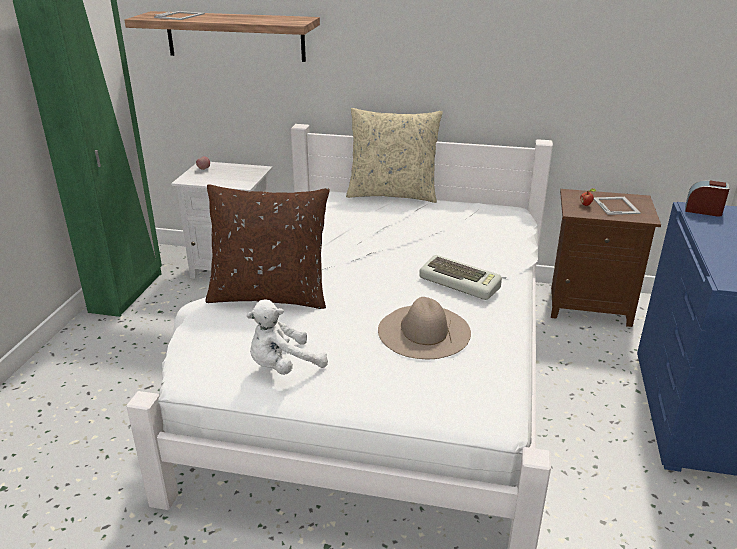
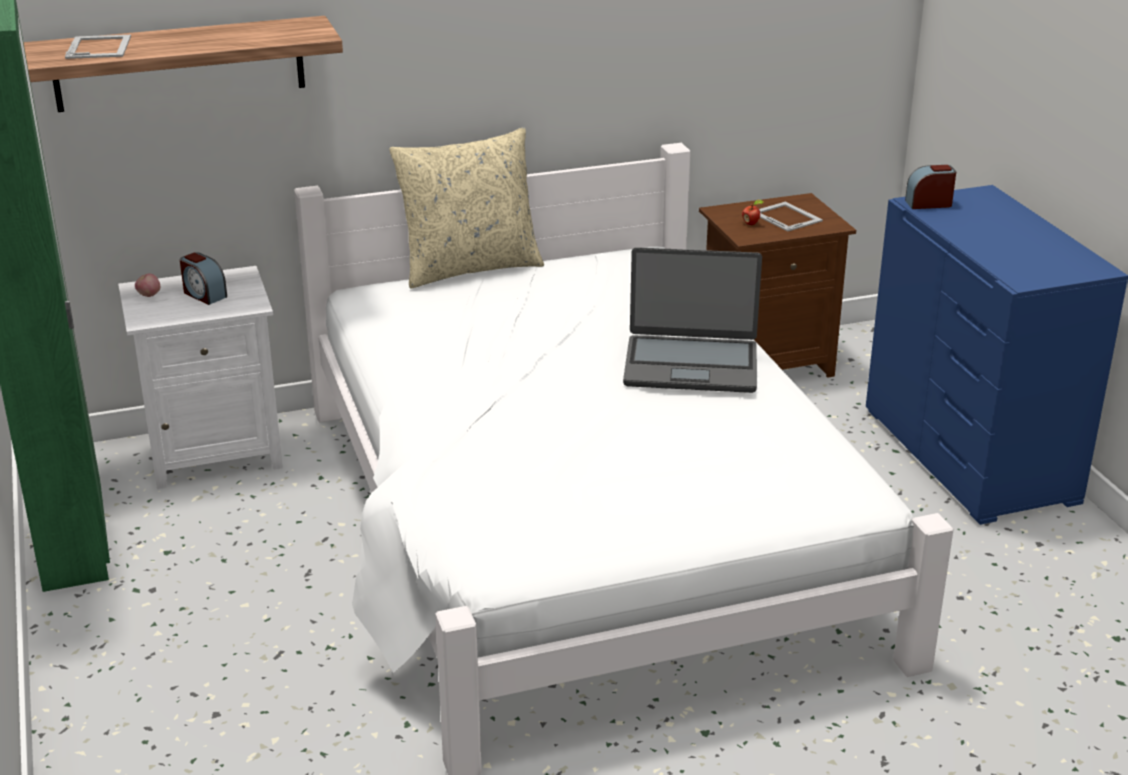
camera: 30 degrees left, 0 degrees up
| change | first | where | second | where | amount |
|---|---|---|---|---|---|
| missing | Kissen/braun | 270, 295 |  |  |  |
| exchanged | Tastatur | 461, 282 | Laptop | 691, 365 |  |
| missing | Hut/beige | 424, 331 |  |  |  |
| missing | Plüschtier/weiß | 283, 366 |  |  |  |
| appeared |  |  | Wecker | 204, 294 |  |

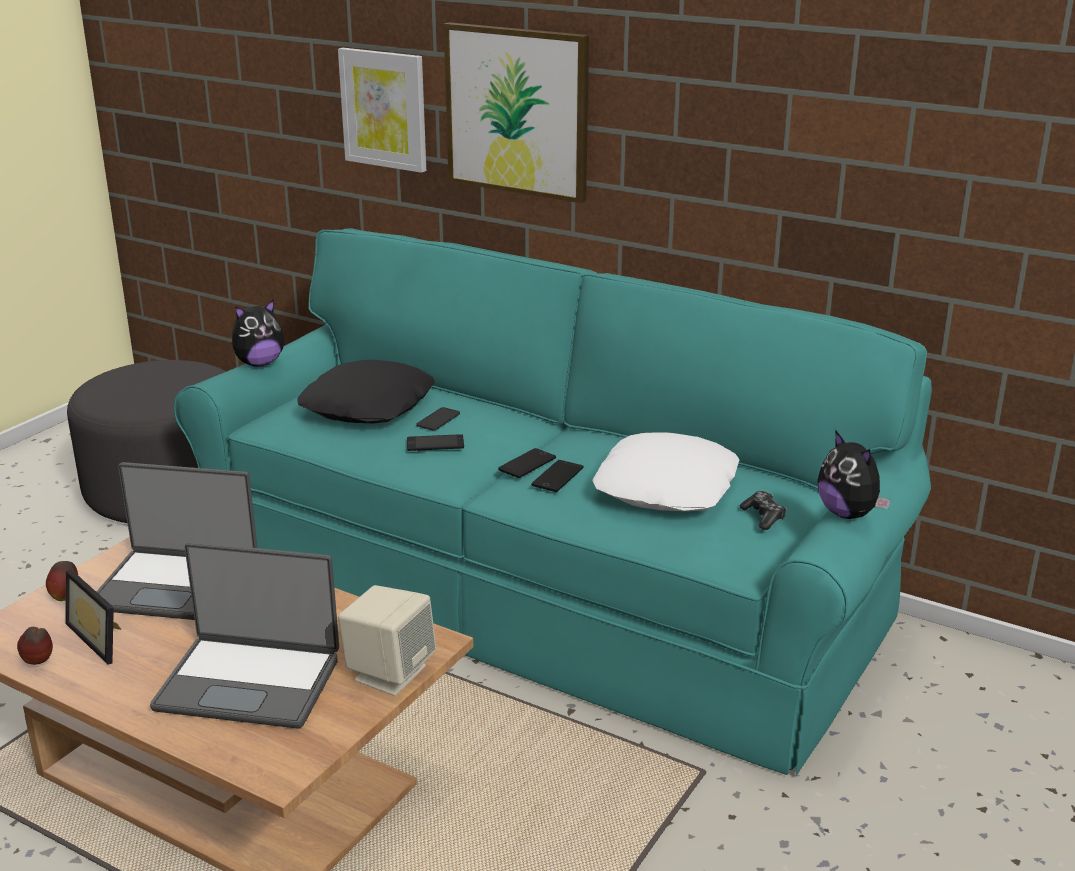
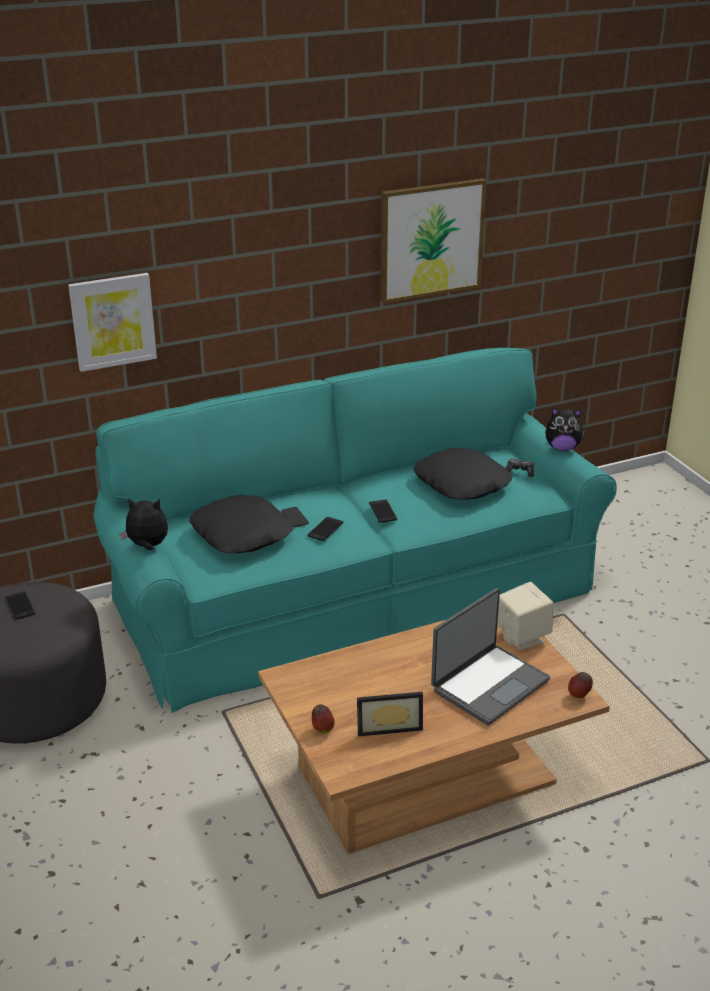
camera: 55 degrees left, 5 degrees up
| change | first | where | second | where | amount |
|---|---|---|---|---|---|
| relocated | Bild | 517, 111 |  | 431, 239 |  |
| spun | Plüschtier | 259, 363 |  | 147, 546 | 90 degrees counterclockwise |
| colour | Kissen/weiß | 667, 487 | Kissen/schwarz | 462, 483 |  |
| relocated | Handy | 557, 476 |  | 20, 606 |  |
| missing | Laptop | 178, 586 |  |  |  |
| relocated | Apfel | 39, 663 |  | 579, 696 |  |

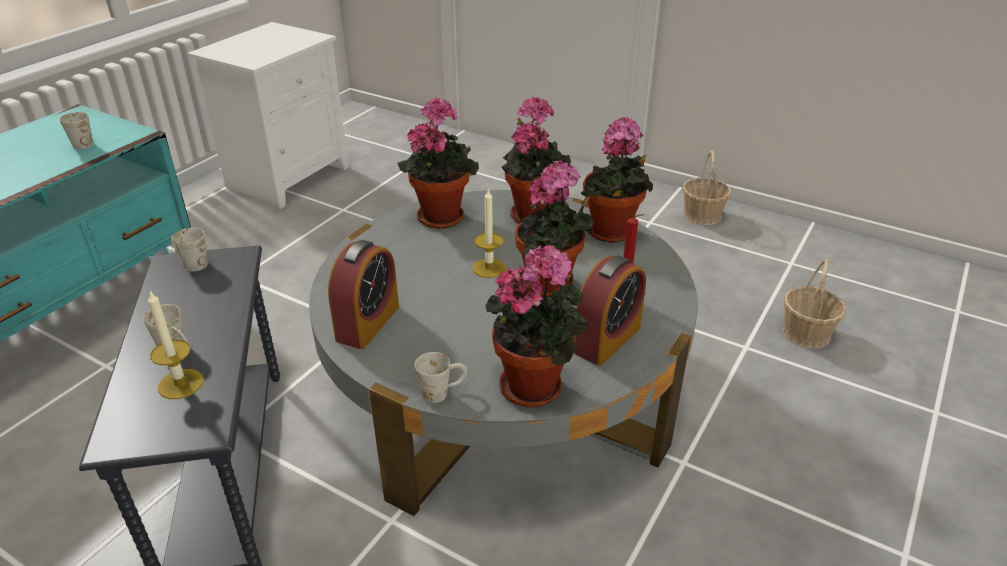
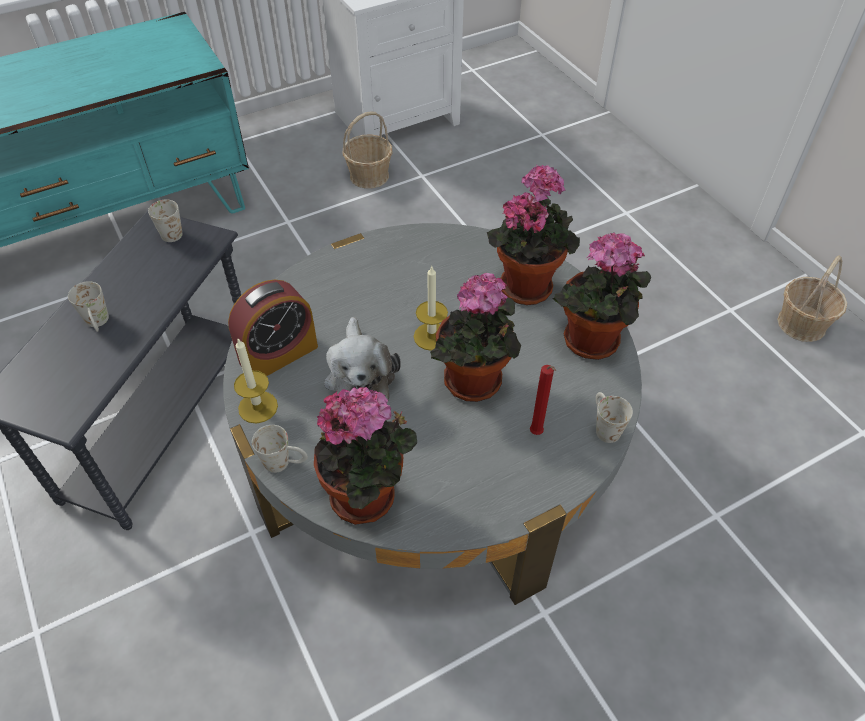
camera: 30 degrees right, 15 degrees up
| change | first | where | second | where | amount |
|---|---|---|---|---|---|
| missing | Topfpflanze | 441, 215 |  |  |  |
| relocated | Henkelbecher/weiß | 80, 143 |  | 603, 426 |  |
| missing | Wecker | 607, 339 |  |  |  |
| relocated | Korb | 806, 333 |  | 369, 176 |  |
| relocated | Kerze | 181, 384 |  | 258, 407 |  |
| appeared |  |  | Plüschtier | 360, 375 |  |

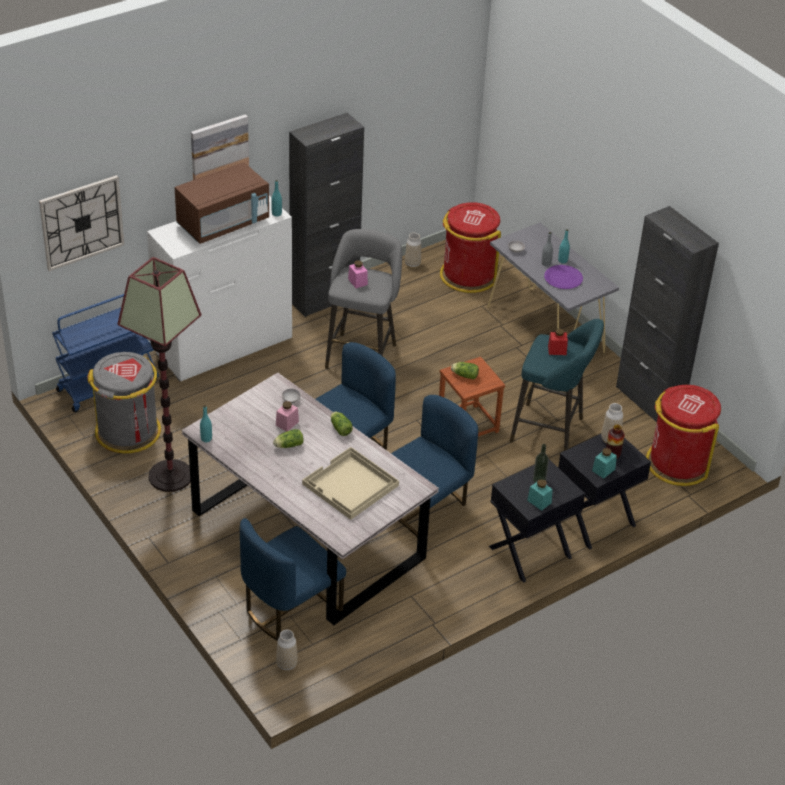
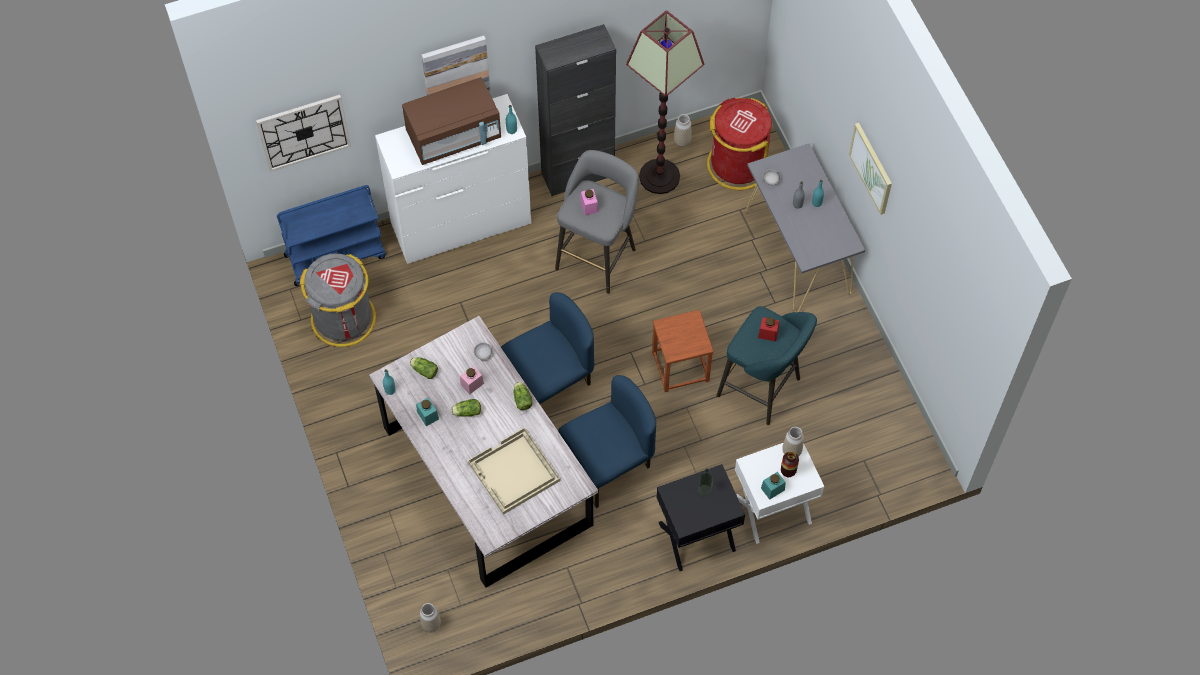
camera: 15 degrees right, 20 degrees up
| change | first | where | second | where | amount |
|---|---|---|---|---|---|
| missing | Schrank/schwarz | 649, 401 |  |  |  |
| relocated | Stehlampe | 170, 476 |  | 659, 176 |  |
| missing | Teller/lila | 563, 278 |  |  |  |
| relocated | Salatkopf | 464, 375 |  | 423, 370 |  |
| missing | Mülleimer/rot | 677, 463 |  |  |  |
| colour | Nachttisch/schwarz | 595, 521 | Nachttisch/weiß | 773, 510 |  |
| relocated | Vorratsglas/türkis | 539, 501 |  | 428, 415 |  |
| missing | Stuhl/blau | 290, 608 |  |  |  |
| appeared |  |  | Bild | 871, 168 |  |

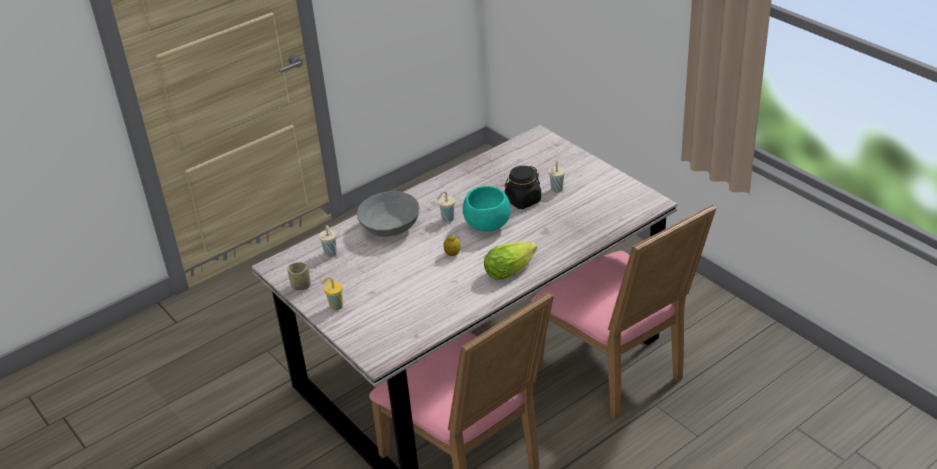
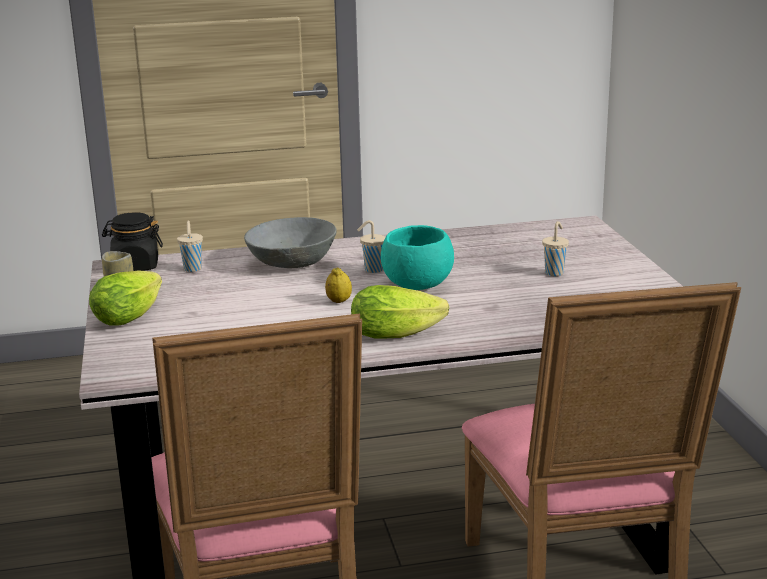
camera: 25 degrees right, 15 degrees down
| change | first | where | second | where | amount |
|---|---|---|---|---|---|
| relocated | Vorratsglas/schwarz | 523, 200 |  | 135, 266 |  |
| exchanged | Tasse/gelb | 335, 306 | Salatkopf | 132, 314 |  |

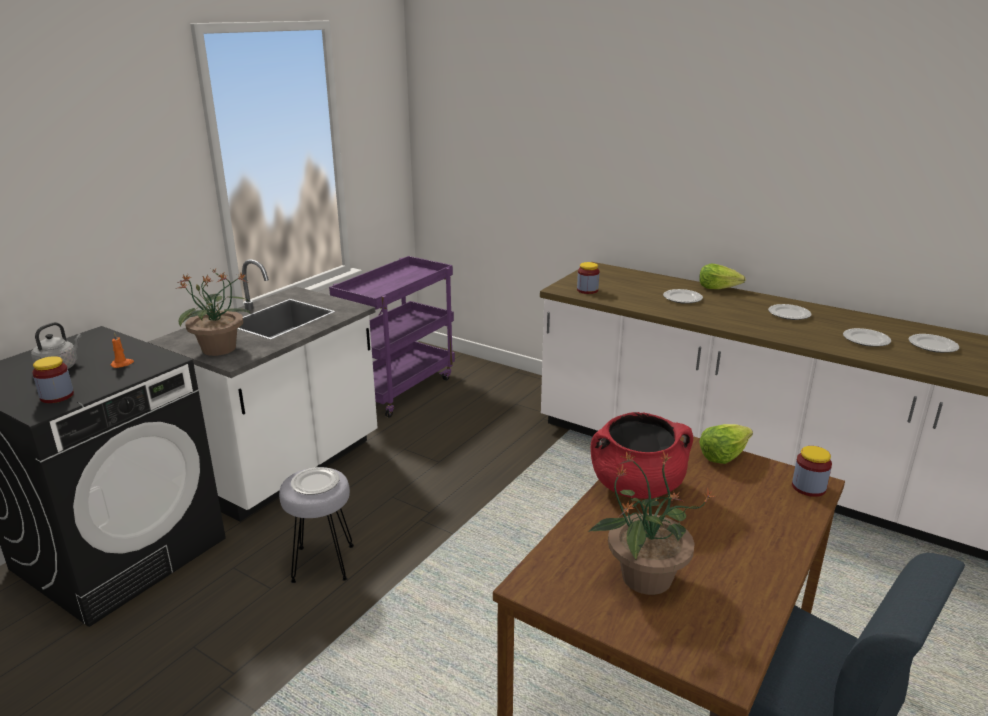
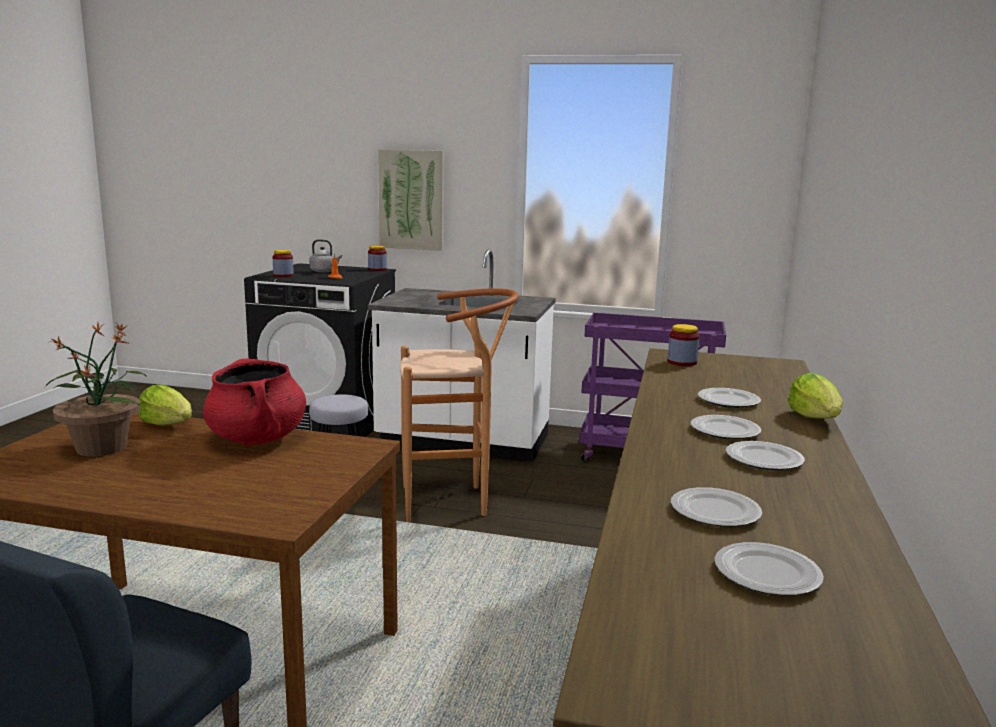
camera: 70 degrees right, 10 degrees down
| change | first | where | second | where | amount |
|---|---|---|---|---|---|
| missing | Topfpflanze | 220, 349 |  |  |  |
| relocated | Salatkopf | 722, 455 |  | 169, 424 |  |
| relocated | Vorratsglas | 808, 487 |  | 377, 269 |  |
| relocated | Teller | 315, 483 |  | 725, 431 |  |
| appeared |  |  | Bild | 412, 199 |  |
| appeared |  |  | Hocker/braun | 453, 501 |  |

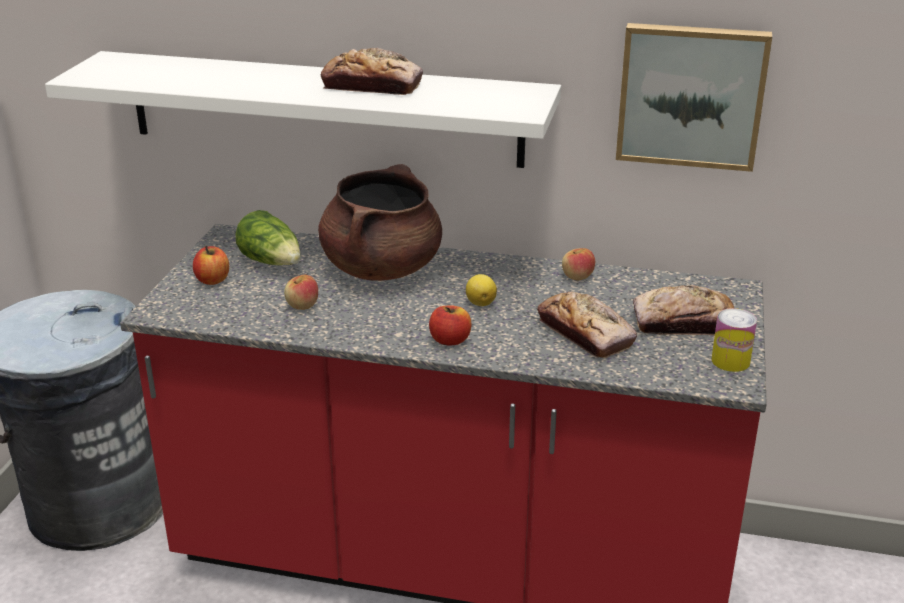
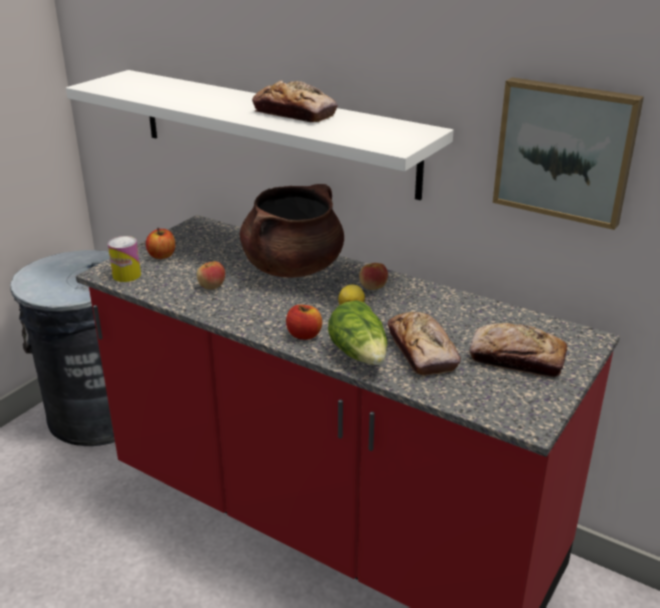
camera: 20 degrees right, 0 degrees up
| change | first | where | second | where | amount |
|---|---|---|---|---|---|
| relocated | Salatkopf | 272, 262 |  | 360, 355 |  |
| relocated | Apfel | 577, 276 |  | 372, 287 |  |
| relocated | Dose | 730, 361 |  | 126, 275 |  |

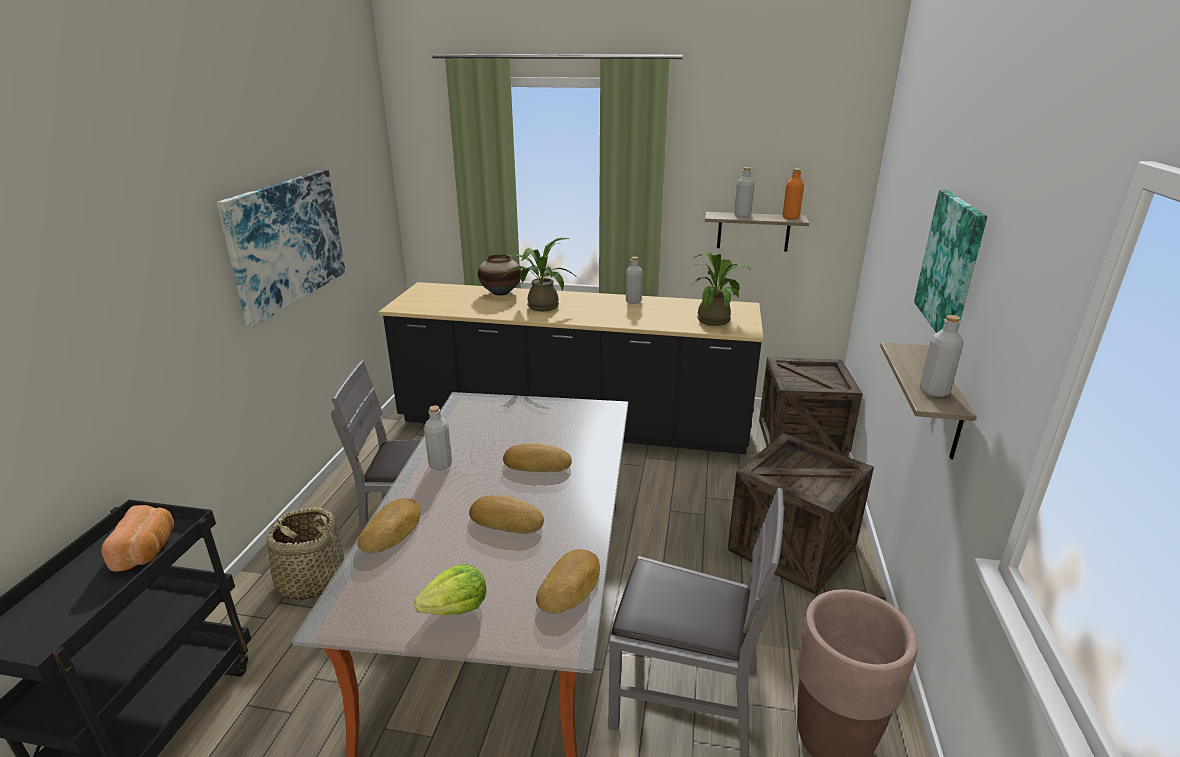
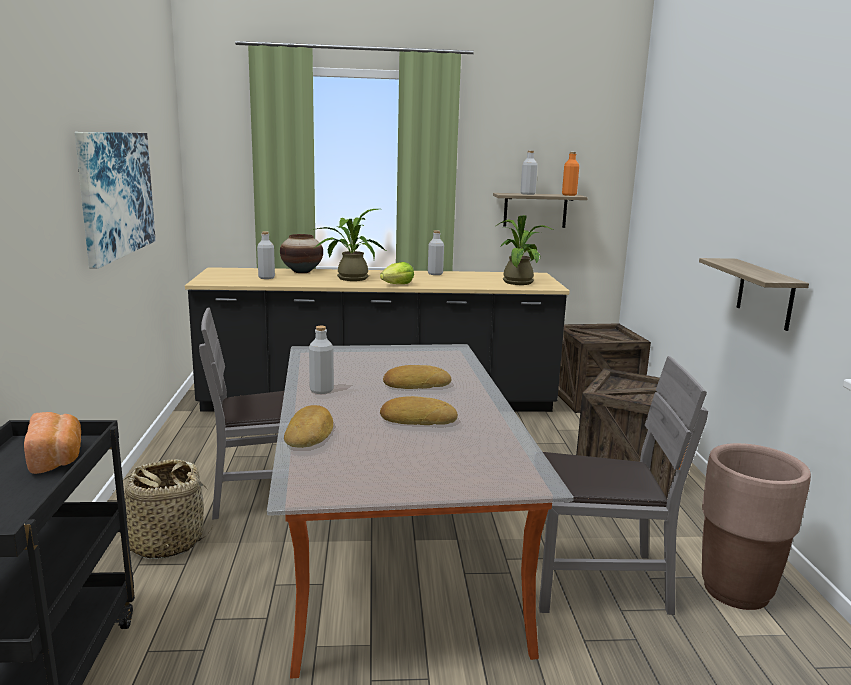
camera: 15 degrees left, 10 degrees down
| change | first | where | second | where | amount |
|---|---|---|---|---|---|
| missing | Bild | 951, 264 |  |  |  |
| relocated | Flasche/grau | 934, 391 |  | 266, 277 |  |
| missing | Brot | 570, 586 |  |  |  |
| relocated | Salatkopf | 456, 608 |  | 397, 285 |  |

